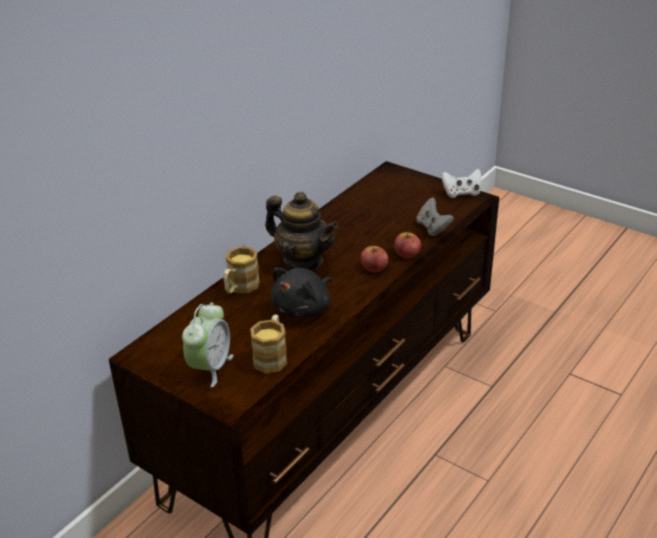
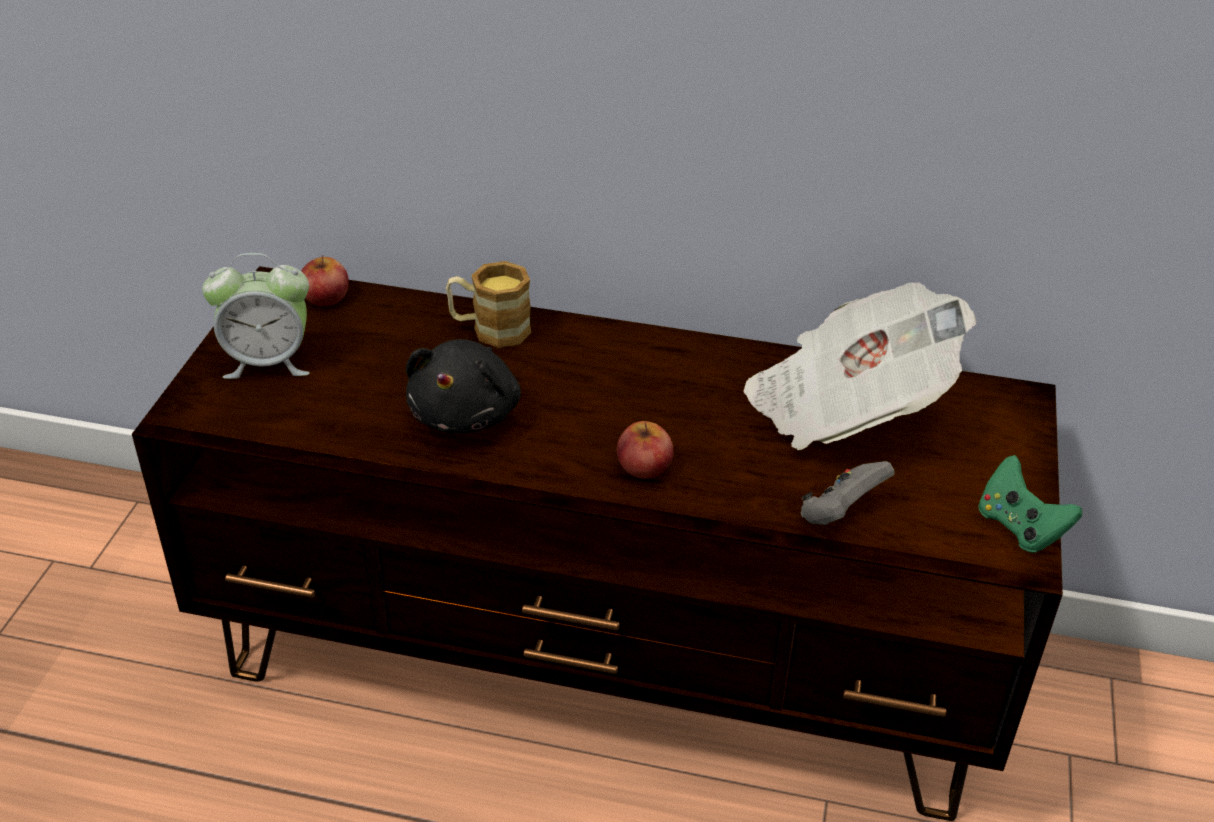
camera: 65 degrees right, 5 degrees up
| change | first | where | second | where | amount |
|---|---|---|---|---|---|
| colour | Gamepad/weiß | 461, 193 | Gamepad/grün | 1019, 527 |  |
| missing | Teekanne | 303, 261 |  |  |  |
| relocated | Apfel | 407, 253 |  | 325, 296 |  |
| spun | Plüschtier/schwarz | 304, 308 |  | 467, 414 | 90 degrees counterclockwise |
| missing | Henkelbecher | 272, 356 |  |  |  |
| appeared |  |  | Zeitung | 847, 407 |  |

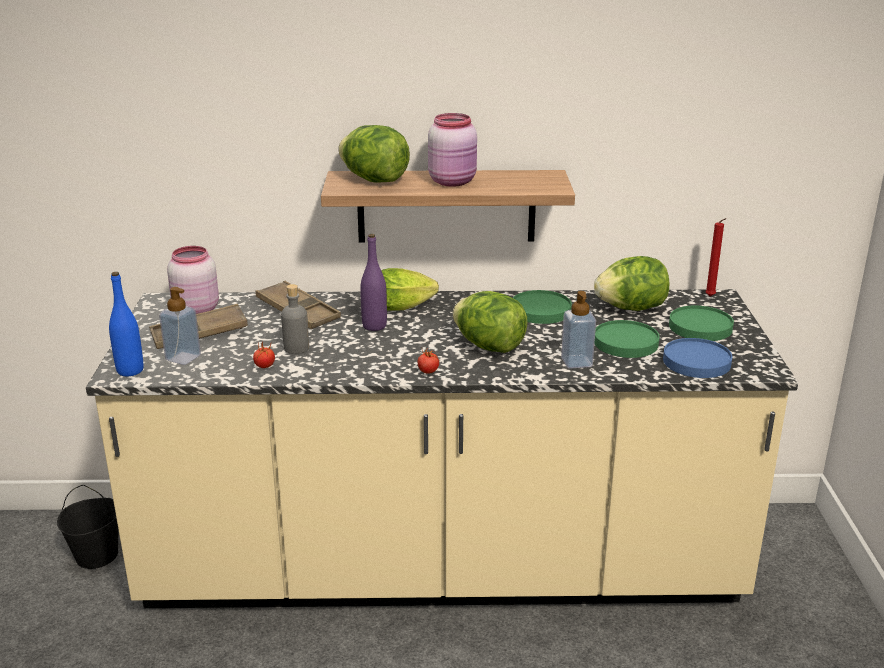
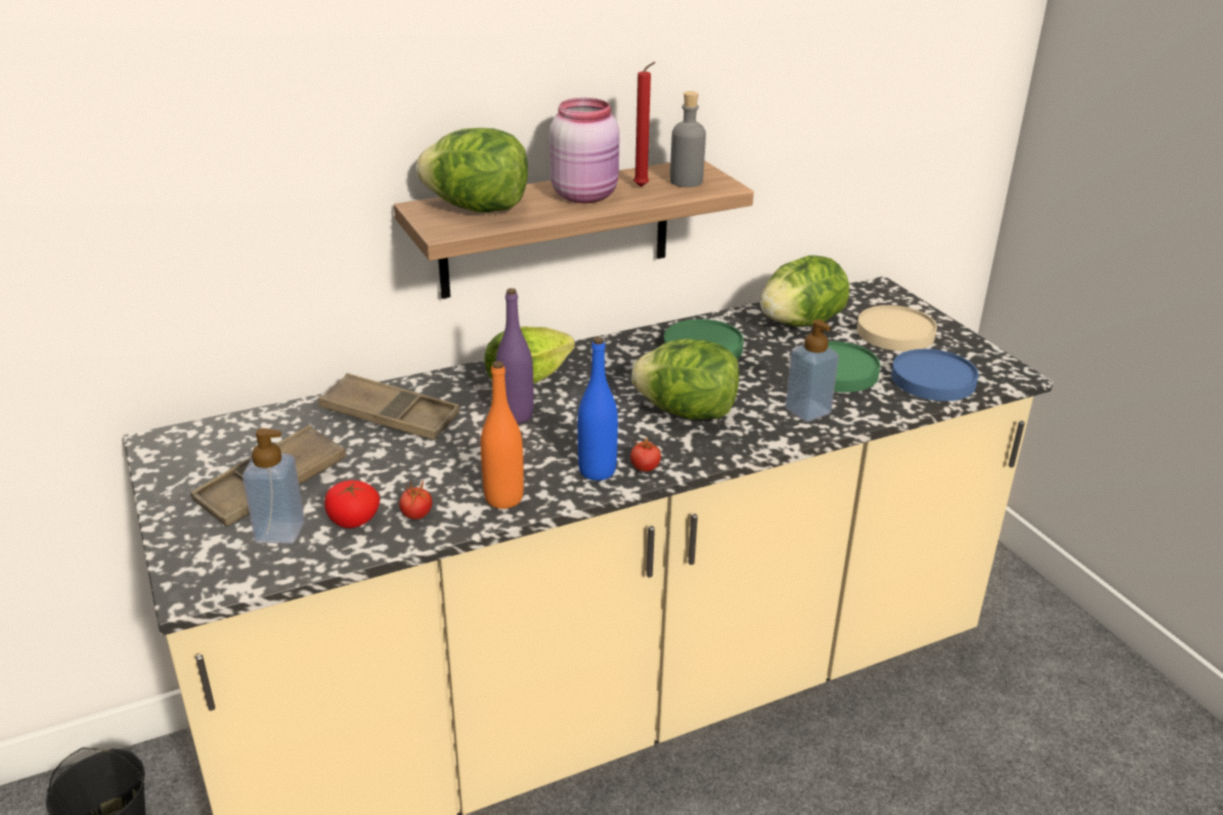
camera: 25 degrees left, 5 degrees up
| change | first | where | second | where | amount |
|---|---|---|---|---|---|
| relocated | Kerze/rot | 711, 297 |  | 642, 187 |  |
| missing | Vorratsglas/rosa | 195, 309 |  |  |  |
| relocated | Flasche/blau | 130, 371 |  | 597, 471 |  |
| relocated | Flasche/grau | 296, 348 |  | 686, 181 |  |
| colour | Teller/grün | 699, 327 | Teller/beige | 894, 333 |  |
| appeared |  |  | Flasche/orange | 504, 498 |  |
| appeared |  |  | Tomate | 353, 521 |  |

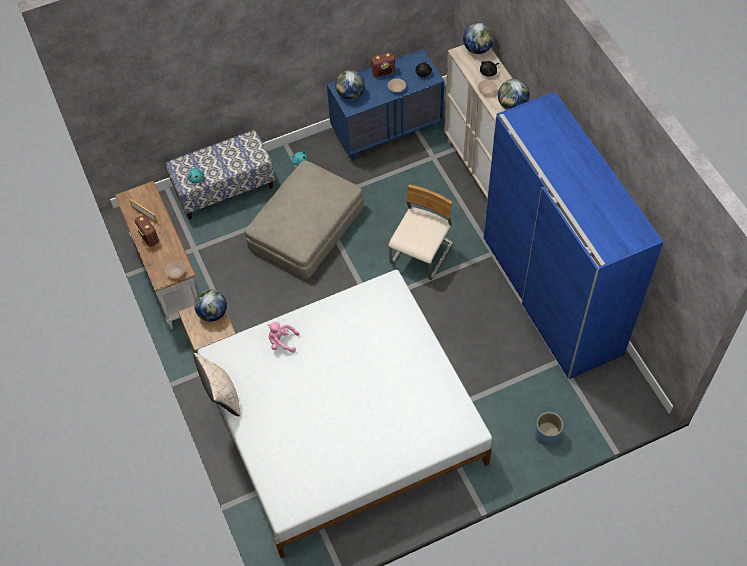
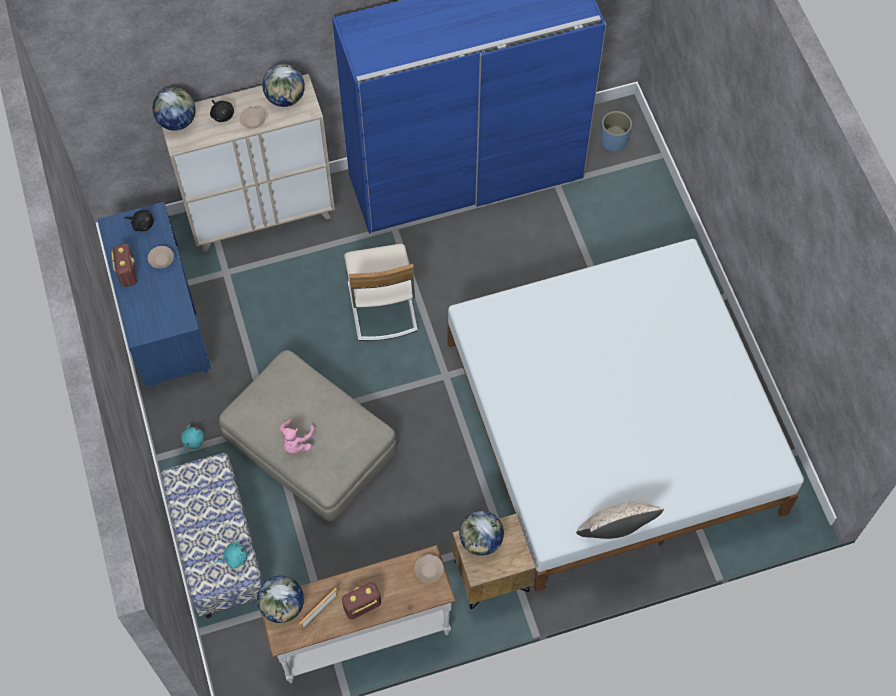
camera: 85 degrees left, 5 degrees up
| change | first | where | second | where | amount |
|---|---|---|---|---|---|
| relocated | Globus | 350, 95 |  | 283, 606 |  |
| spun | Stuhl/beige | 422, 254 |  | 381, 306 | 135 degrees counterclockwise |
| relocated | Plüschtier/rosa | 282, 342 |  | 296, 443 |  |
| relocated | Pflanzkübel/blau | 546, 435 |  | 614, 141 |  |

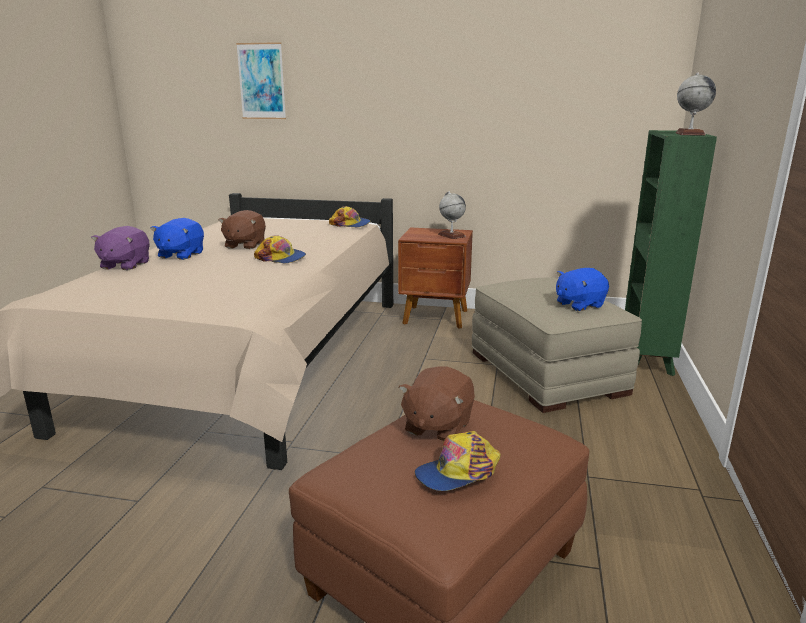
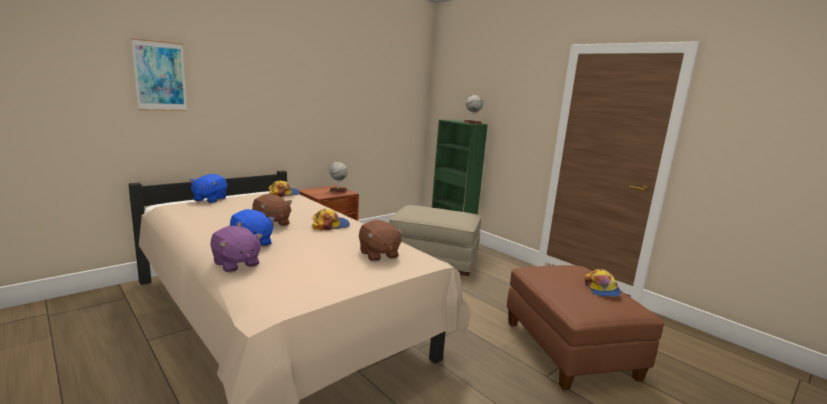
camera: 55 degrees left, 5 degrees down
| change | first | where | second | where | amount |
|---|---|---|---|---|---|
| relocated | Plüschtier/blau | 579, 304 |  | 209, 199 |  |
| relocated | Plüschtier/braun | 437, 426 |  | 378, 254 |  |

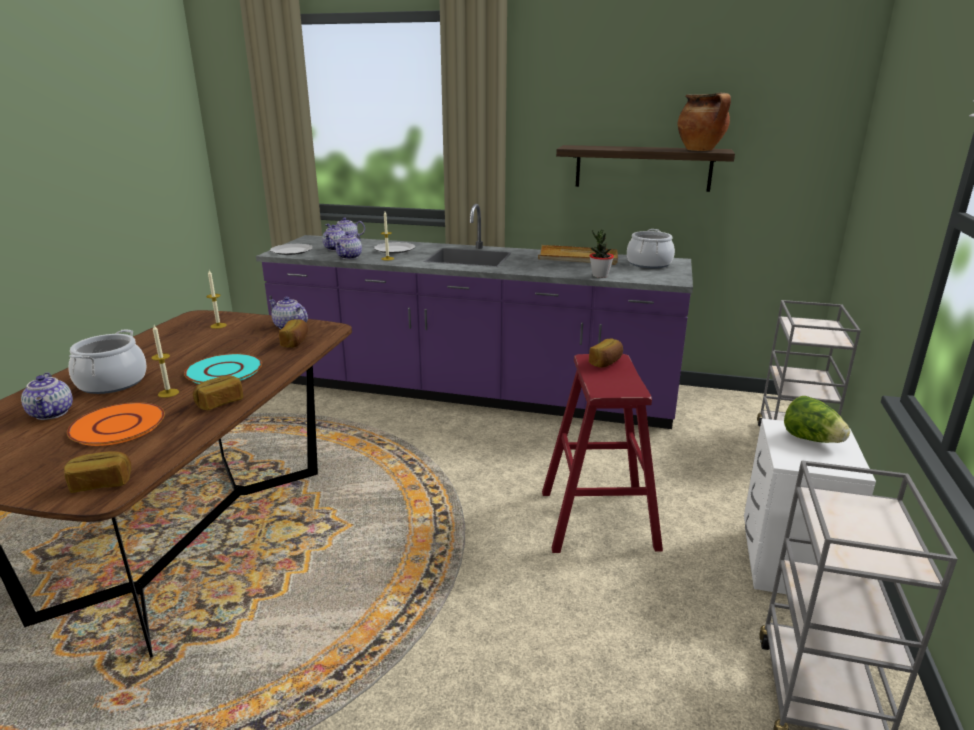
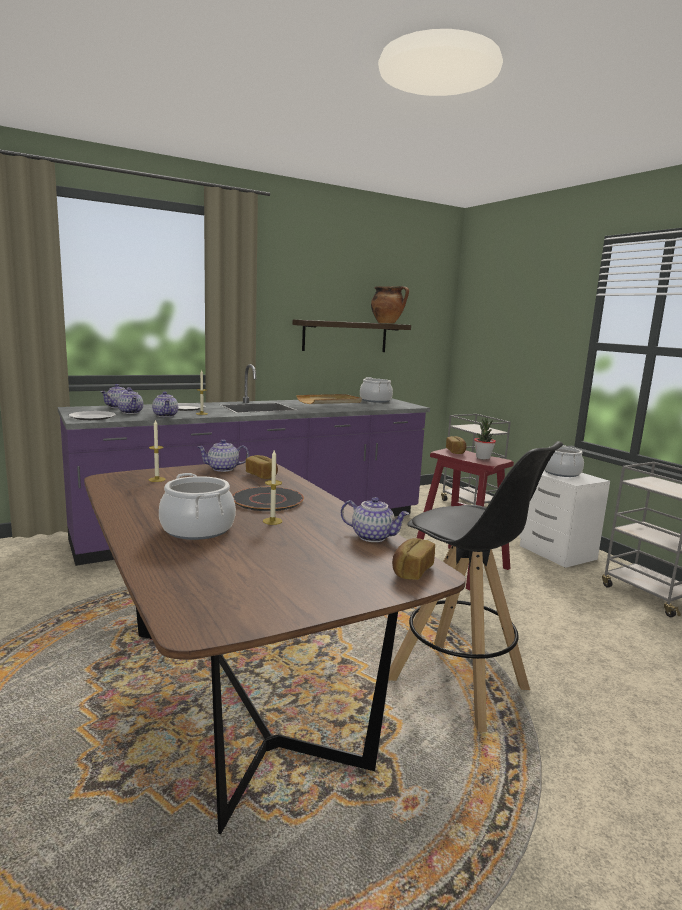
camera: 45 degrees left, 10 degrees down
| change | first | where | second | where | amount |
|---|---|---|---|---|---|
| relocated | Topfpflanze | 600, 276 |  | 483, 458 |  |
| colour | Teller/türkis | 224, 371 | Teller/schwarz | 268, 500 |  |
| relocated | Teekanne | 52, 413 |  | 373, 537 |  |
| missing | Brot | 220, 402 |  |  |  |
| exchanged | Salatkopf | 811, 439 | Kochtopf | 561, 473 |  |
| missing | Teller/orange | 118, 426 |  |  |  |
| appeared |  |  | Hocker/schwarz | 459, 685 |  |

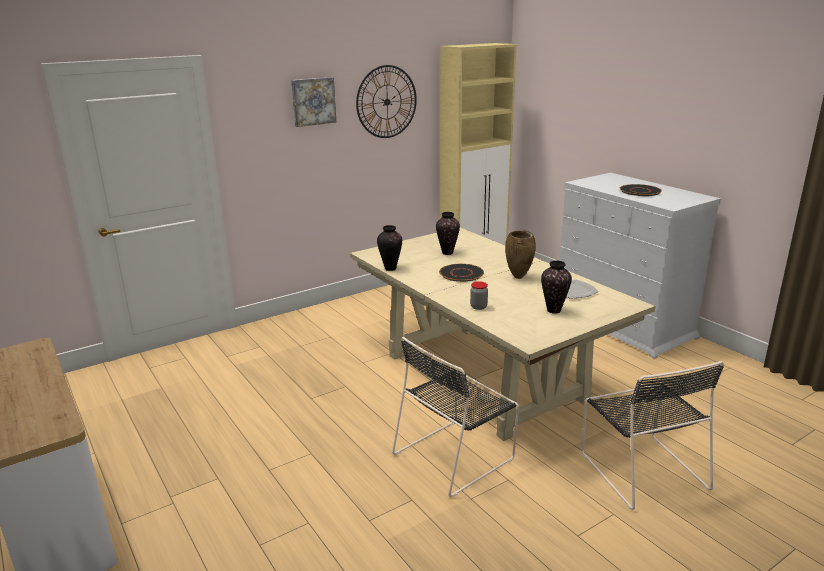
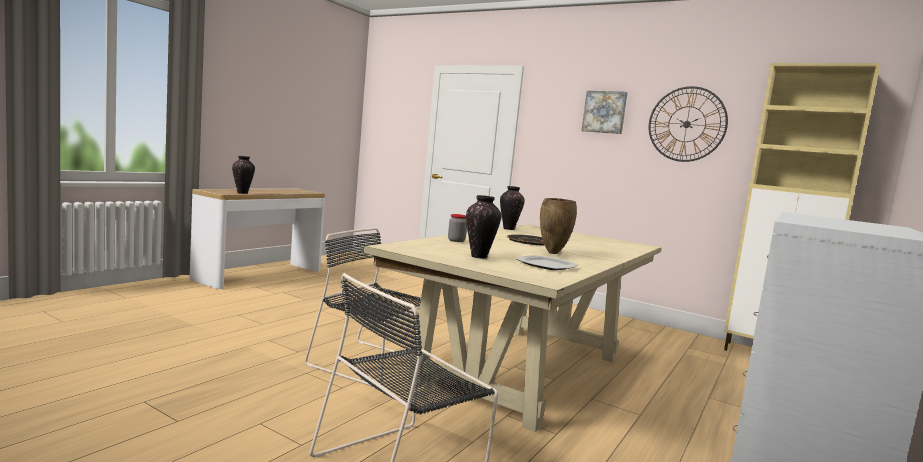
camera: 65 degrees right, 15 degrees down
| change | first | where | second | where | amount |
|---|---|---|---|---|---|
| missing | Teller/schwarz | 639, 191 |  |  |  |
| relocated | Vase | 448, 253 |  | 242, 193 |  |

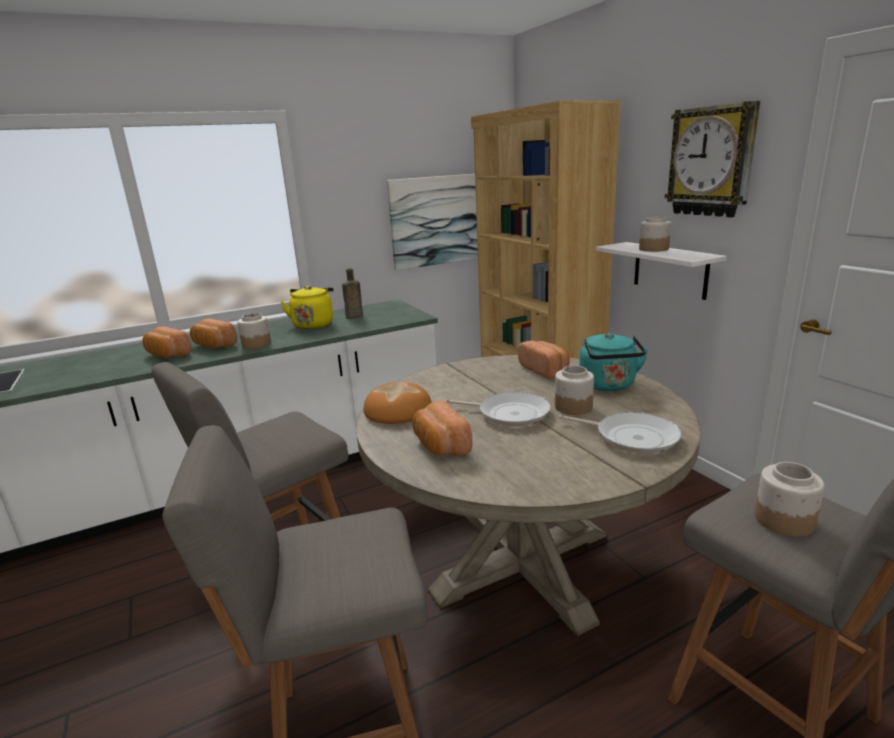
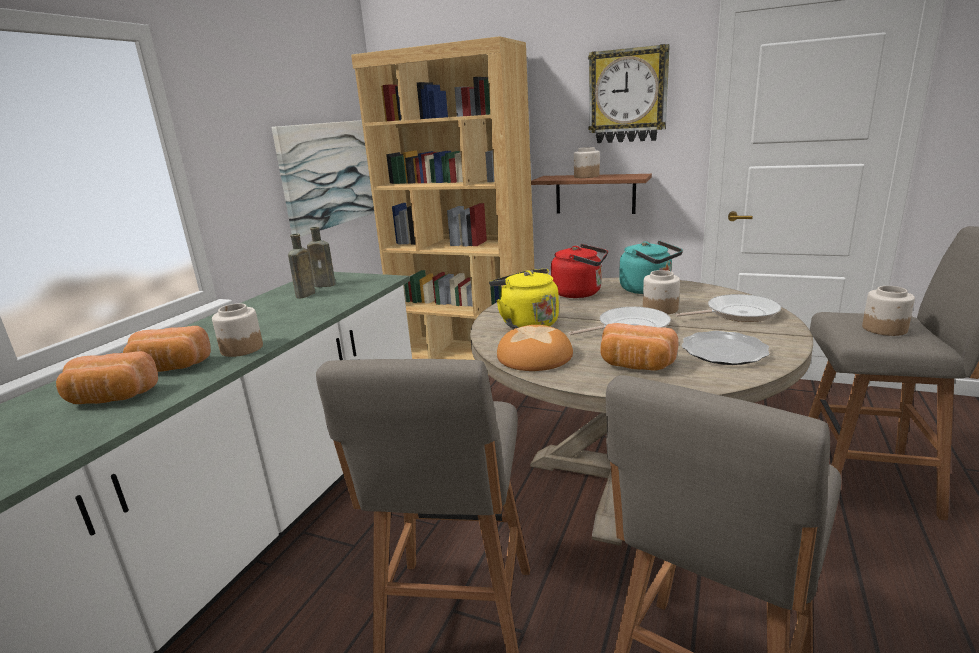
camera: 40 degrees left, 0 degrees up
| change | first | where | second | where | amount |
|---|---|---|---|---|---|
| colour | Wandregal/weiß | 670, 270 | Wandregal/braun | 595, 194 |  |
| relocated | Wasserkessel/gelb | 313, 324 |  | 526, 323 |  |
| exchanged | Brot | 545, 370 | Wasserkessel/rot | 580, 293 |  |
| appeared |  |  | Flasche/braun | 326, 285 |  |
| appeared |  |  | Teller | 724, 351 |  |

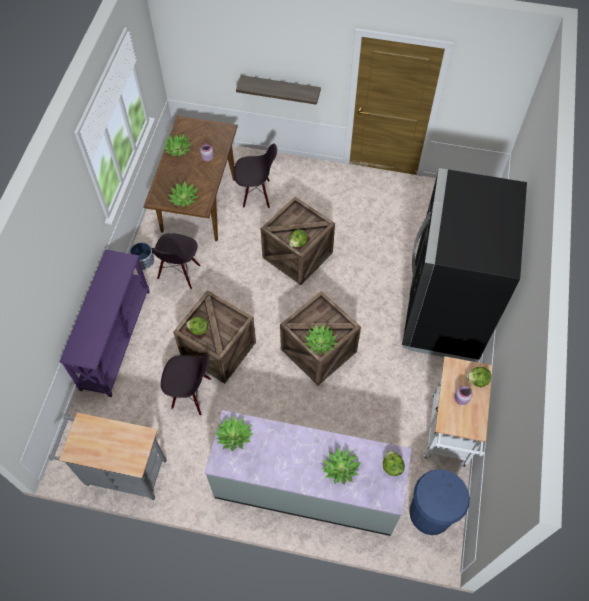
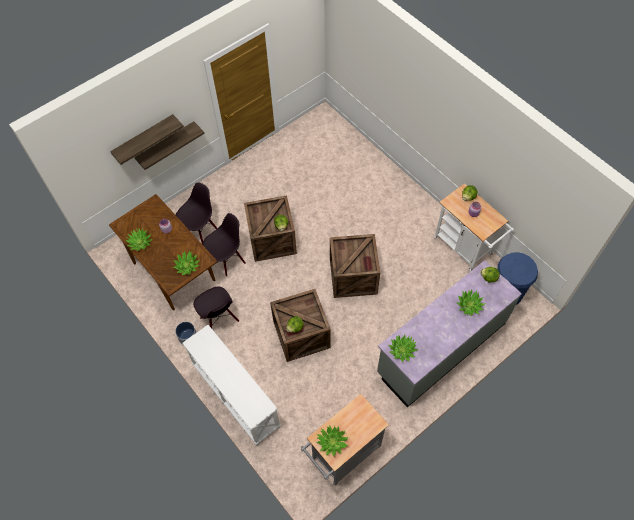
camera: 50 degrees left, 0 degrees up
| change | first | where | second | where | amount |
|---|---|---|---|---|---|
| missing | Kühlschrank/schwarz | 443, 312 |  |  |  |
| colour | Konsolentisch/lila | 115, 339 | Konsolentisch/weiß | 235, 396 |  |
| relocated | Topfpflanze | 320, 342 |  | 332, 442 |  |
| relocated | Stuhl/schwarz | 191, 394 |  | 227, 260 |  |
| appeared |  |  | Wandregal | 144, 138 |  |

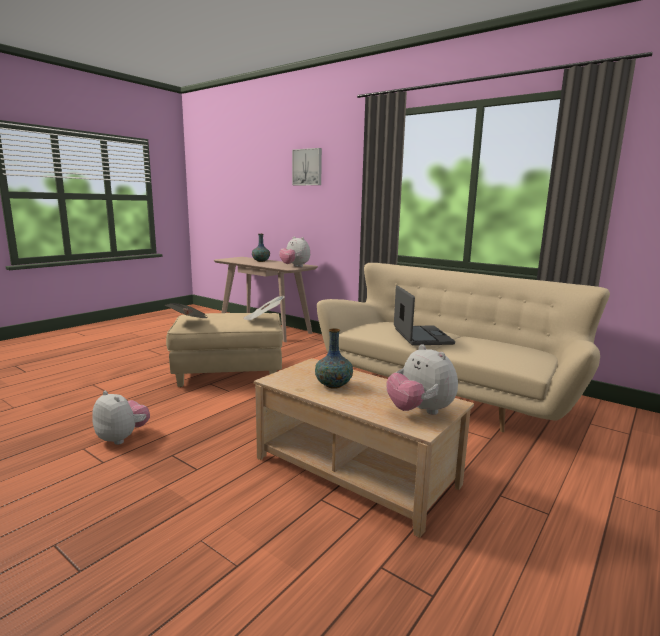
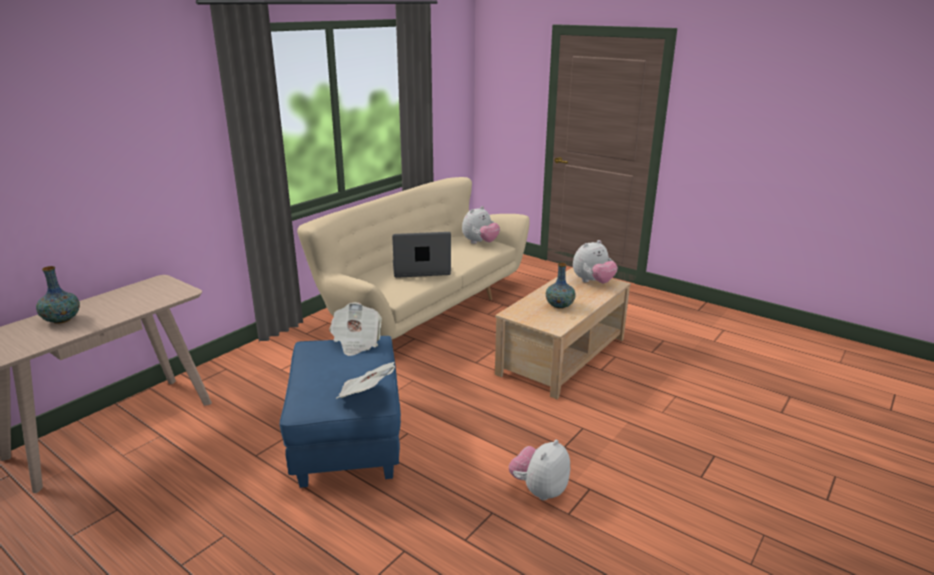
camera: 90 degrees left, 10 degrees up
| change | first | where | second | where | amount |
|---|---|---|---|---|---|
| missing | Bild | 307, 167 |  |  |  |
| relocated | Plüschtier | 295, 266 |  | 480, 243 |  |
| colour | Polsterhocker/beige | 229, 374 | Polsterhocker/blau | 347, 440 |  |

